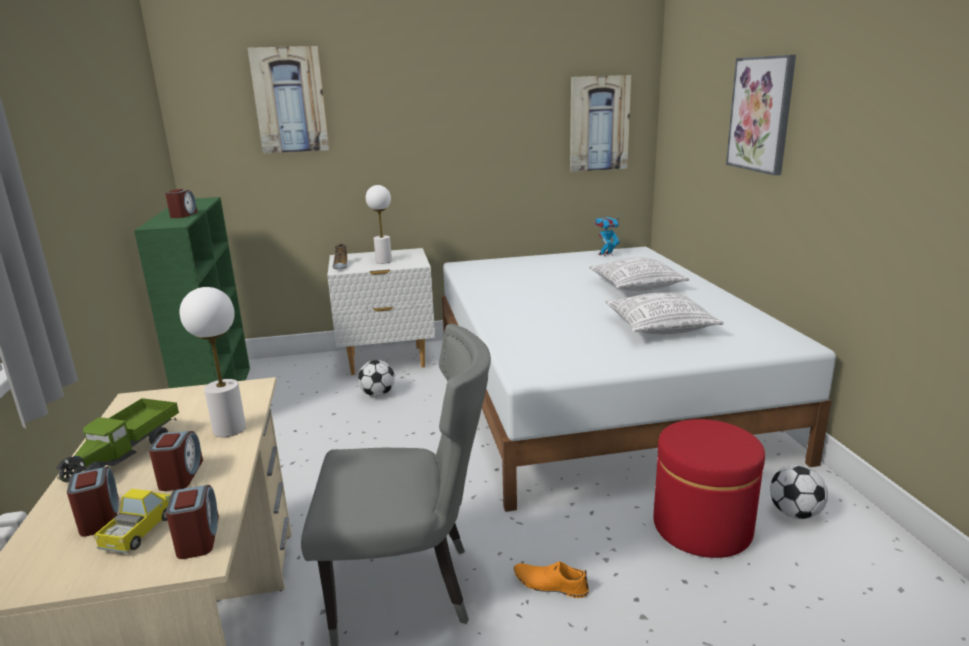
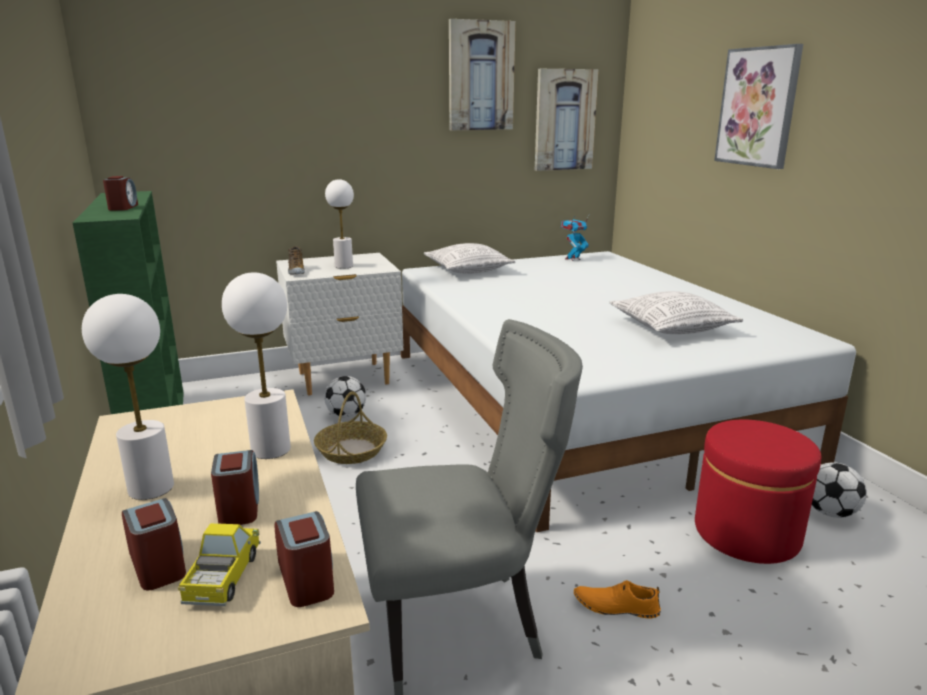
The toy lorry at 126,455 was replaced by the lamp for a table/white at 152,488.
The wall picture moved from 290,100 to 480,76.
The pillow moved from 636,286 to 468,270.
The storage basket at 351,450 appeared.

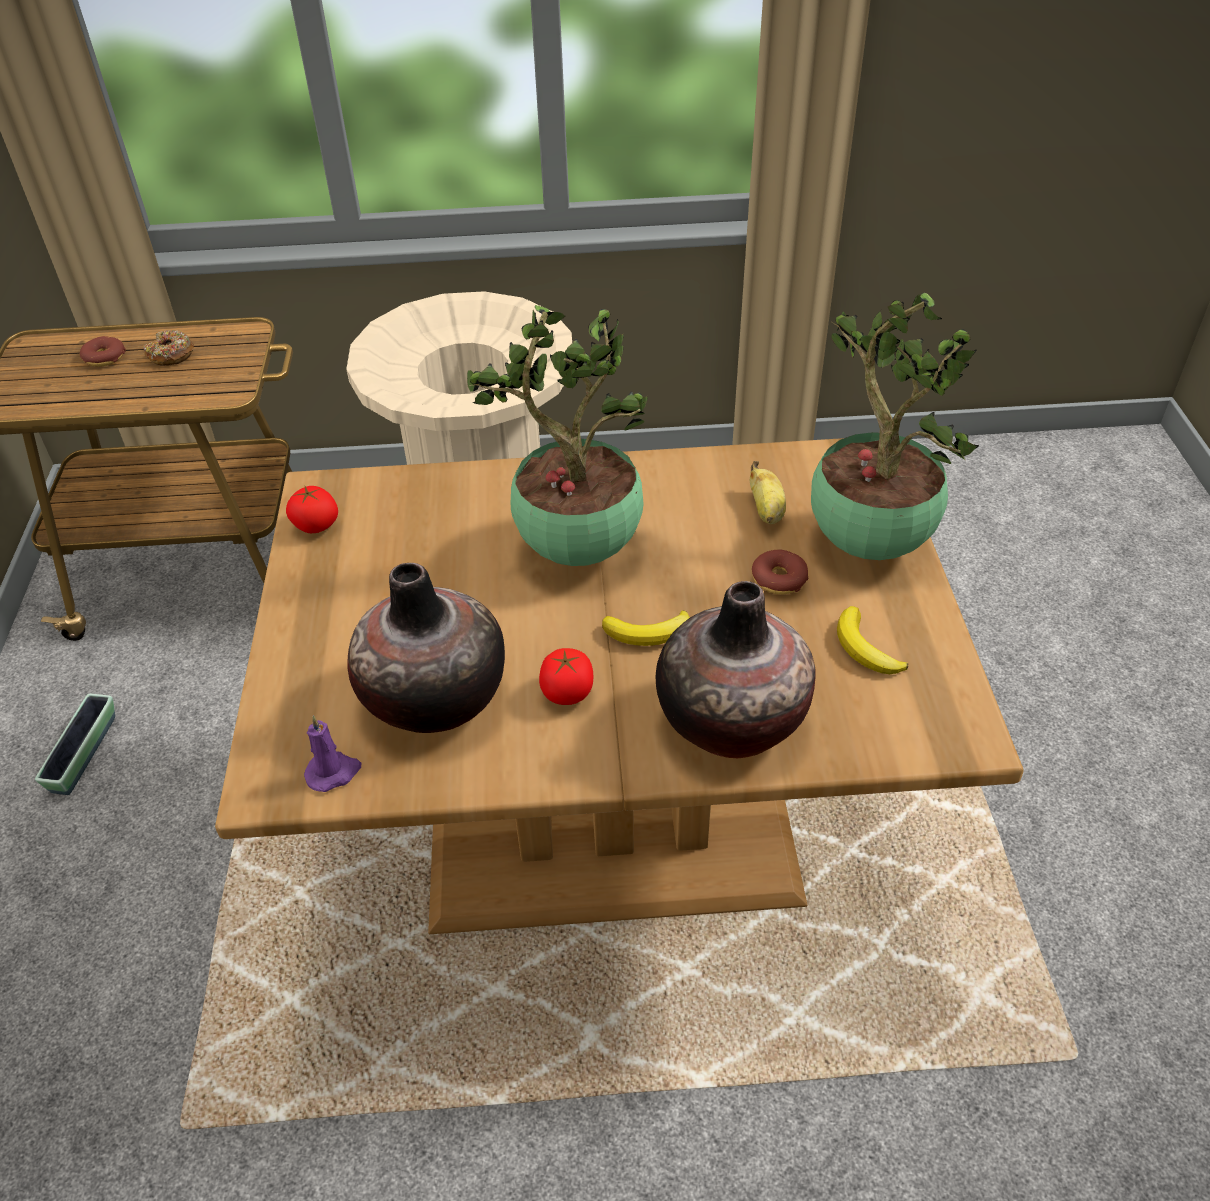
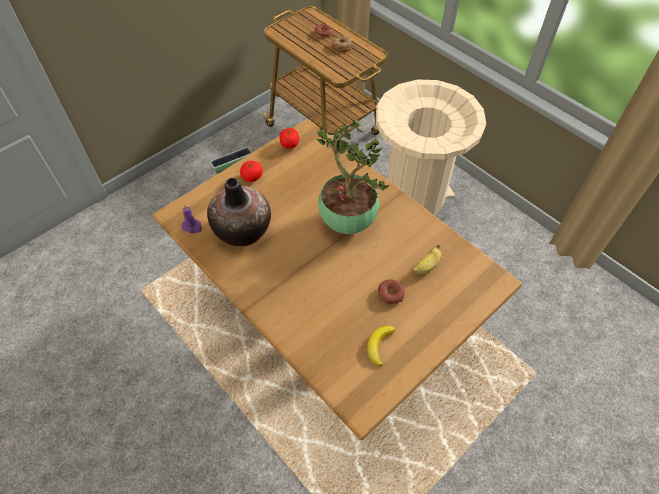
The whole tomato moved from 567,692 to 252,177.
The banana fruit at 648,632 disappeared.
The decorative vase at 732,719 disappeared.
The plant in a pot at 866,541 disappeared.

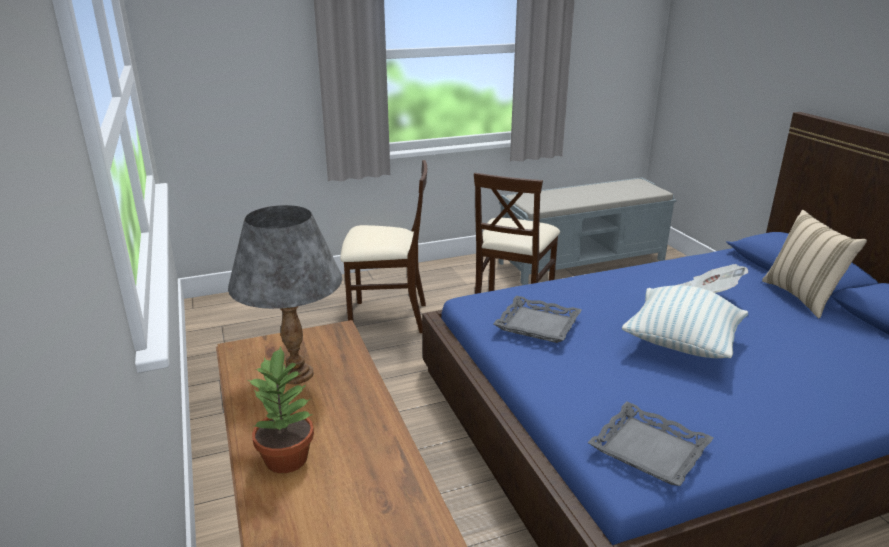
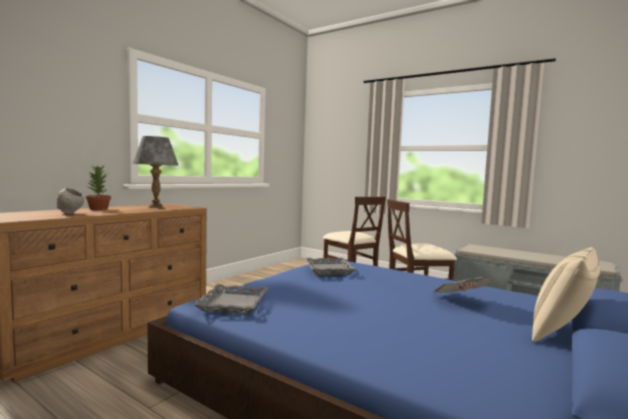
The pillow at 681,345 disappeared.
The bowl/grey at 70,213 appeared.

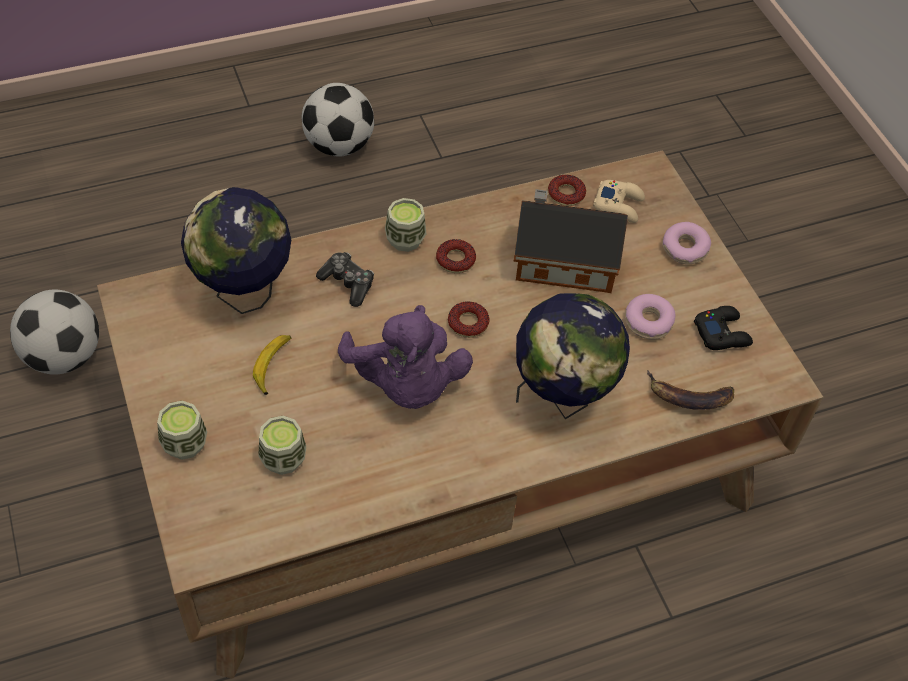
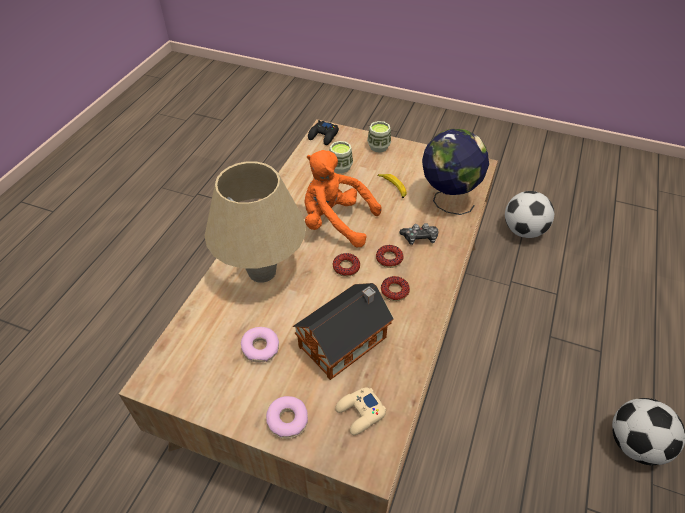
The plush toy/purple-coloured at 405,384 became the plush toy/orange at 335,222.
The small cup at 405,239 disappeared.
The globe at 562,399 was replaced by the lamp for a table/sand-coloured at 262,272.
The doughnut moved from 566,194 to 389,259.
The banana fruit at 688,397 disappeared.
The gamepad/black-coloured moved from 722,333 to 323,136.

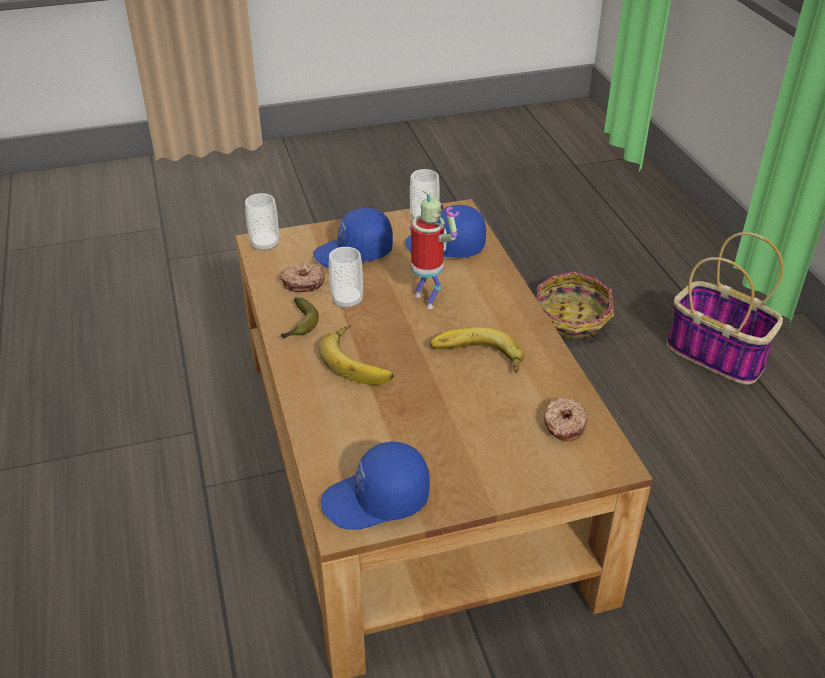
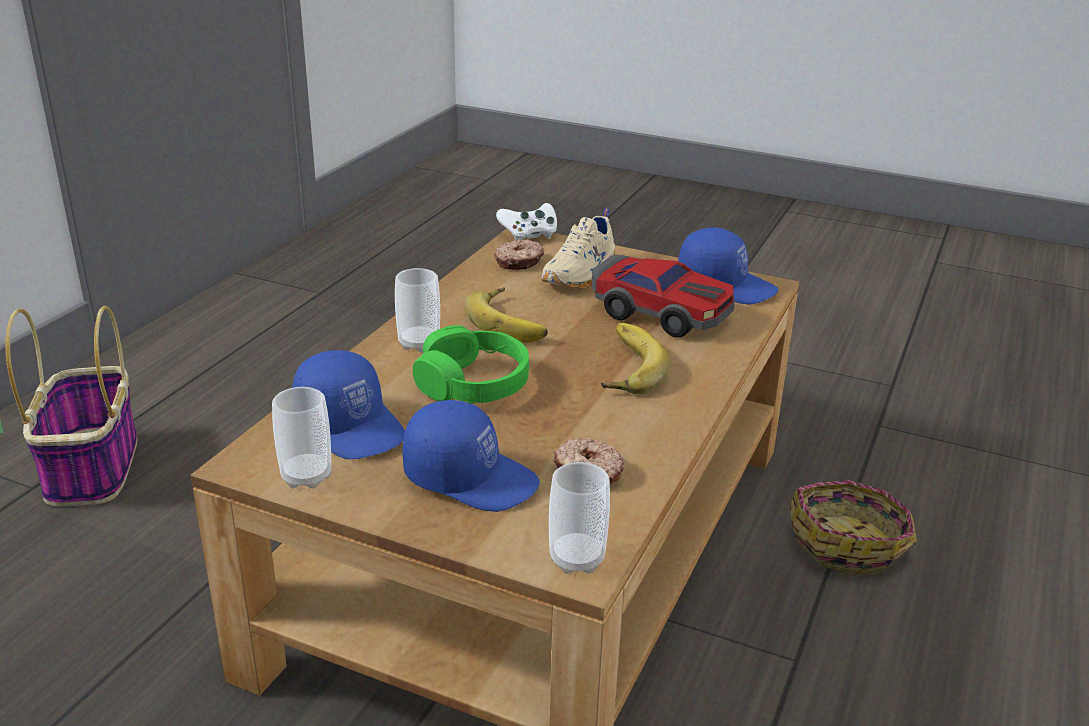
The banana fruit at 299,325 disappeared.
The small cup moved from 347,301 to 419,343.
The model robot at 428,300 was replaced by the pair of headphones/green-coloured at 473,383.
The storage basket moved from 572,320 to 848,542.
The gamepad/white at 529,236 appeared.
The low shoe/sand-coloured at 581,275 appeared.
The miniature car at 661,312 appeared.

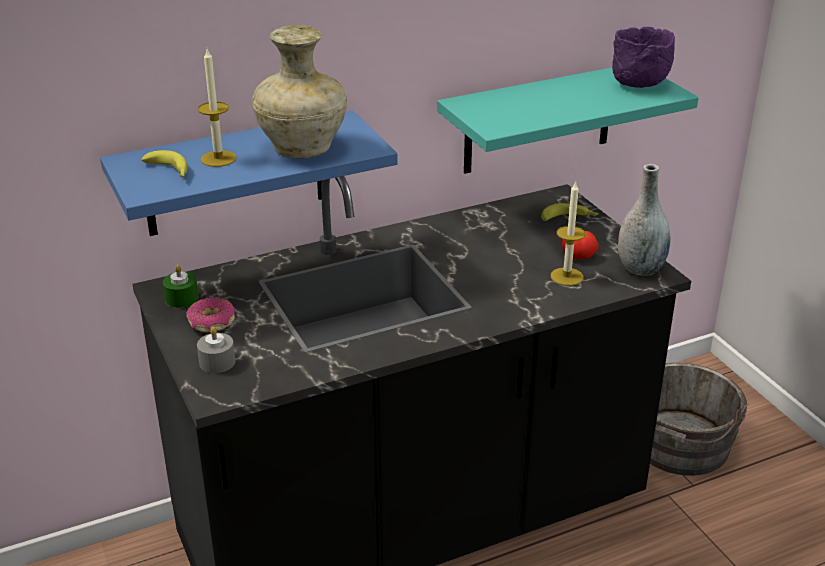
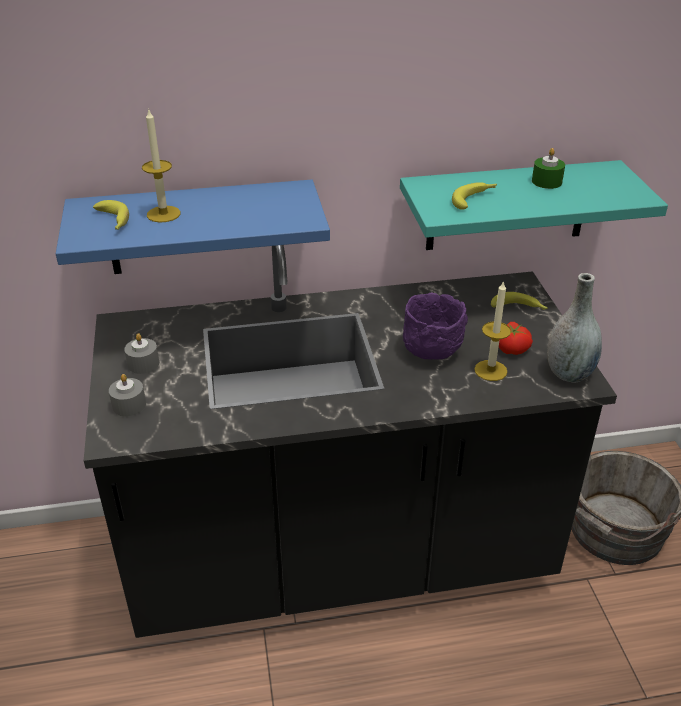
The candle/green-coloured moved from 182,298 to 546,181.
The doughnut at 211,322 was replaced by the candle/grey at 143,364.
The decorative vase/sand-coloured at 303,150 disappeared.
The bowl/purple-coloured moved from 639,86 to 431,354.
The banana fruit at 474,199 appeared.

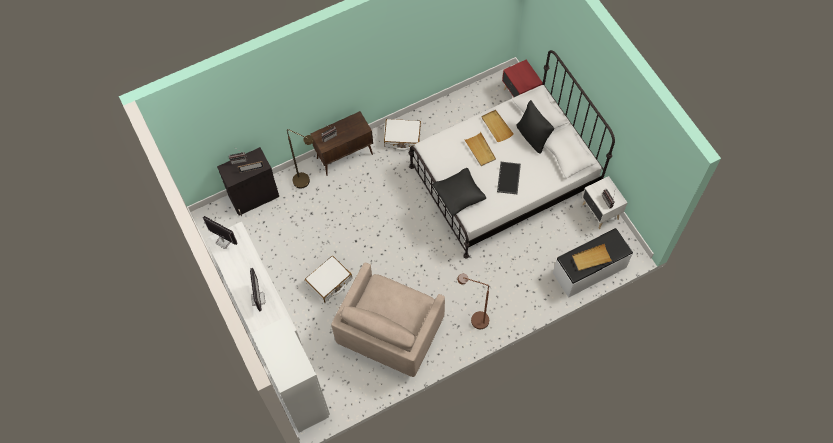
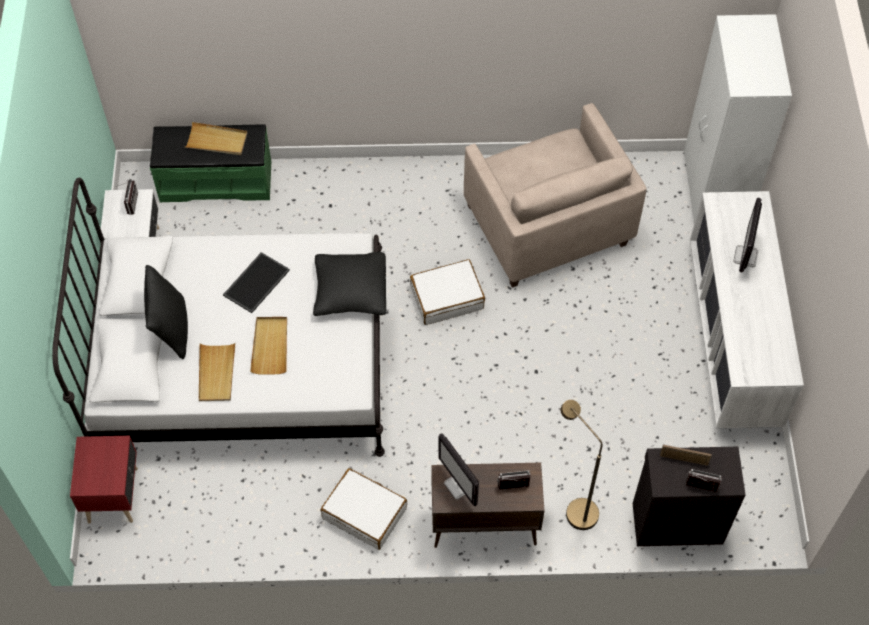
The computer display moved from 223,241 to 460,485.
The travel case/white moved from 329,281 to 447,297.
The lounge chair/sand-coloured at 390,331 turned 105 degrees clockwise.
The standard lamp/brown at 474,320 disappeared.
The indoor bench/white at 589,270 became the indoor bench/green-coloured at 216,181.

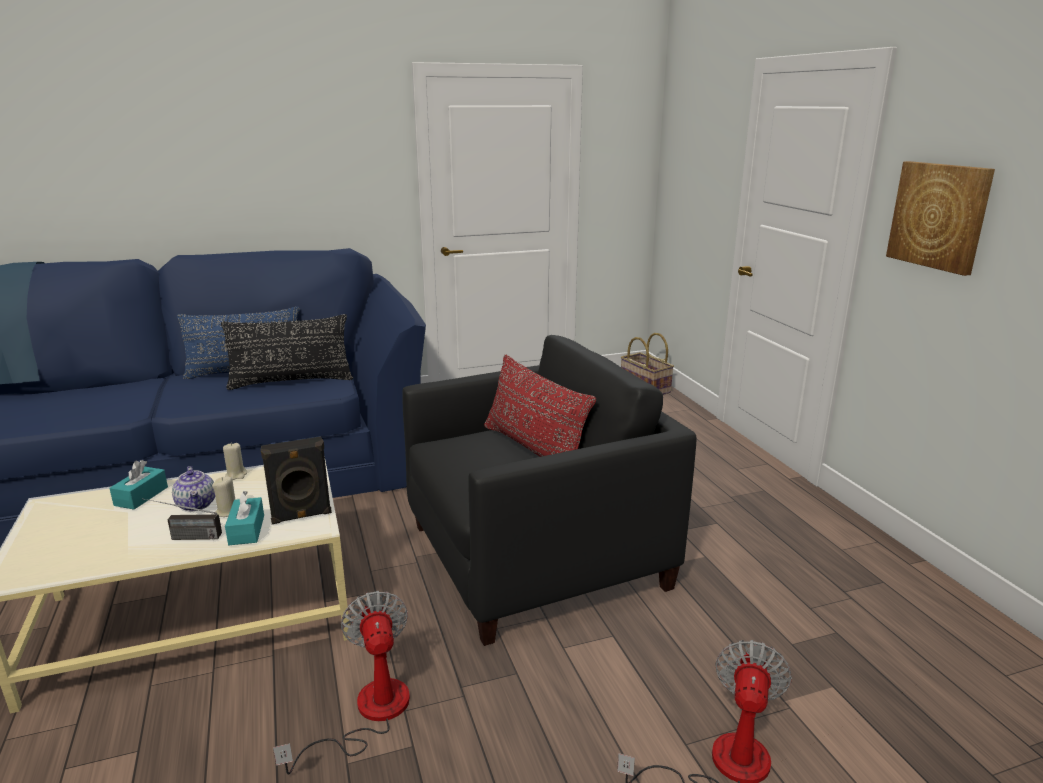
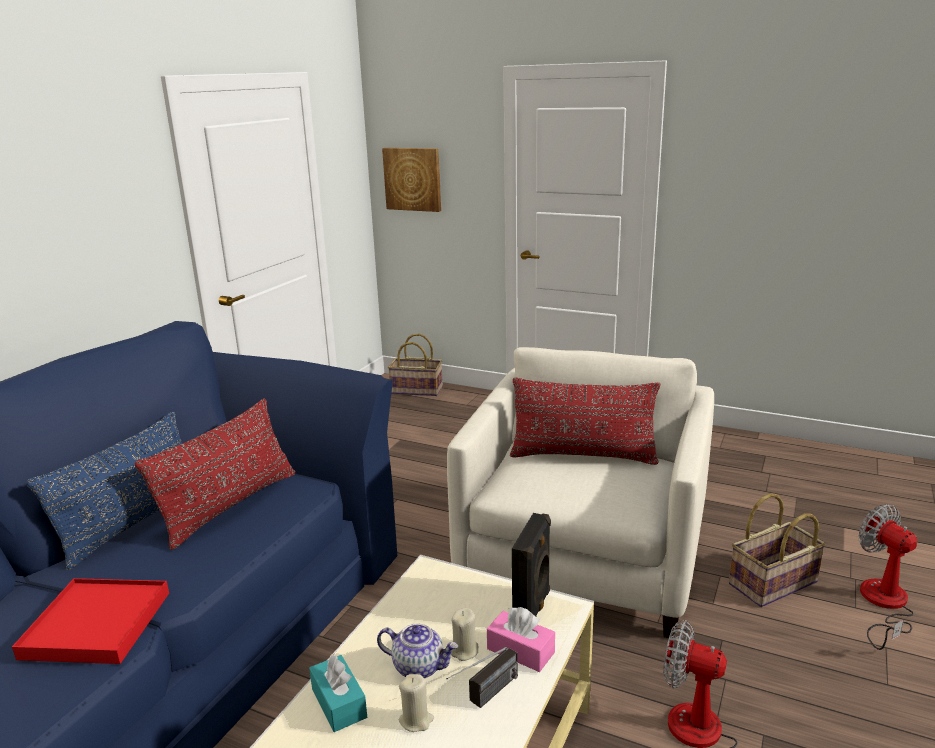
The pillow/black-coloured at 291,382 became the pillow/red-coloured at 229,506.
The candle/sand-coloured moved from 236,475 to 416,720.
The tissue holder/turquoise-coloured at 246,530 became the tissue holder/pinkish at 520,651.
The lounge chair/black-coloured at 535,556 became the lounge chair/sand-coloured at 584,557.
The wall picture moved from 939,216 to 413,179.
The serving tray/red-coloured at 97,624 appeared.
The storage basket at 773,584 appeared.

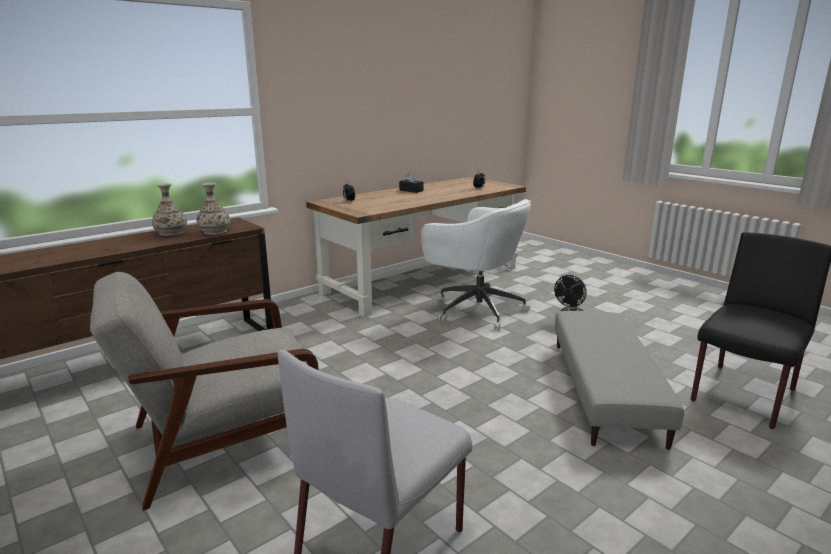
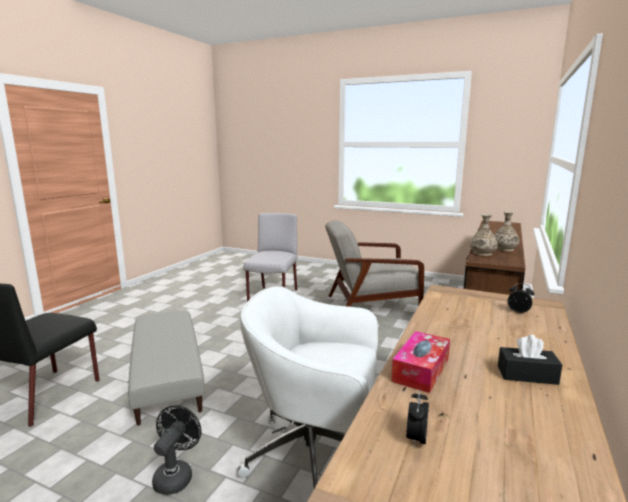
The lounge chair/grey at 224,440 turned 135 degrees counterclockwise.
The tissue holder at 421,370 appeared.

